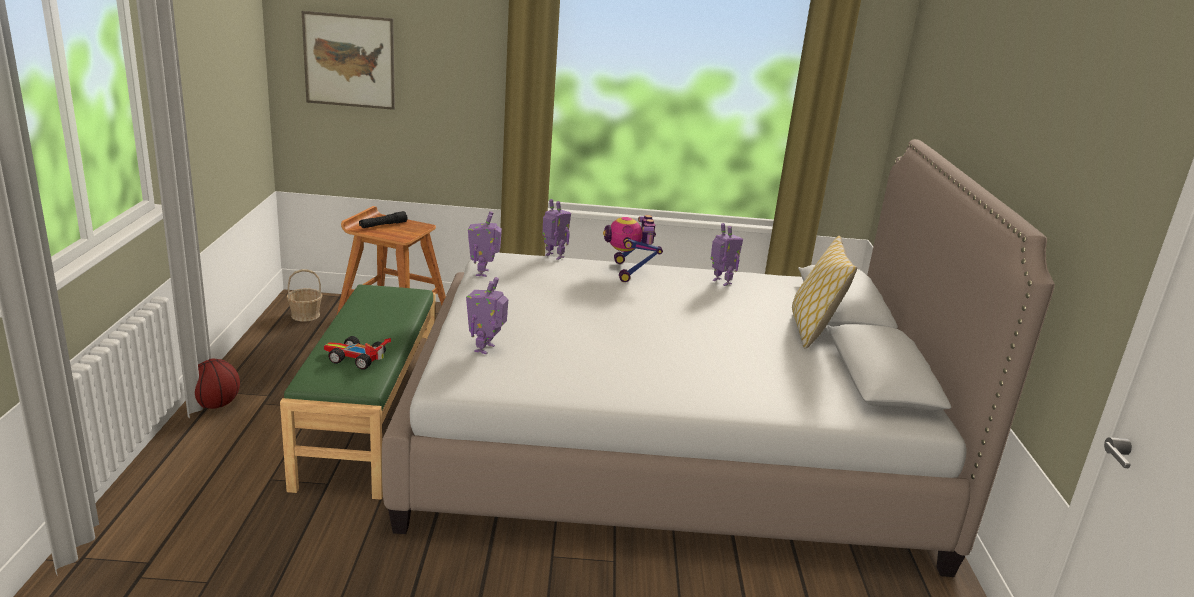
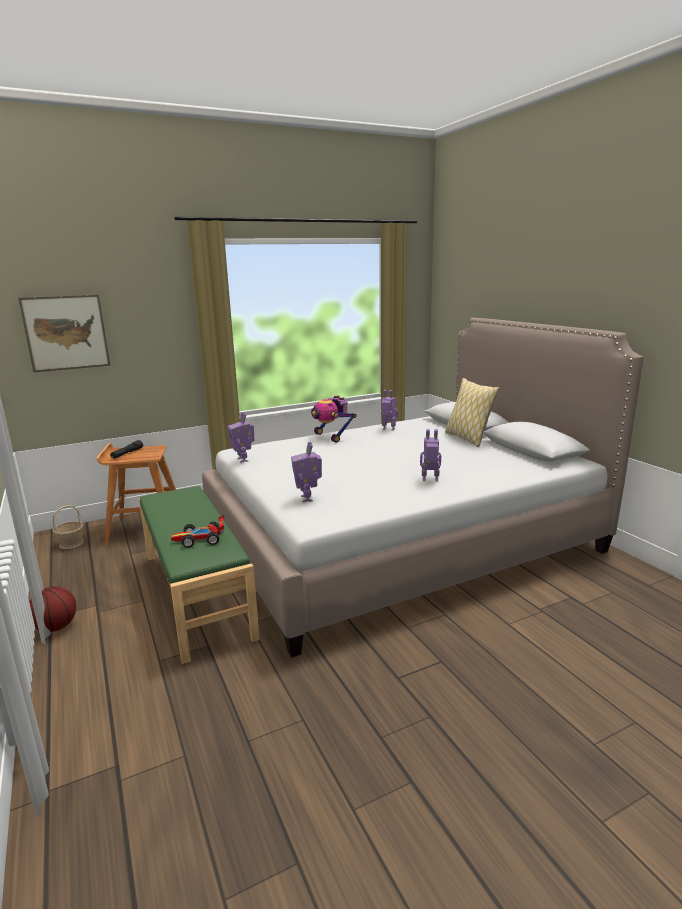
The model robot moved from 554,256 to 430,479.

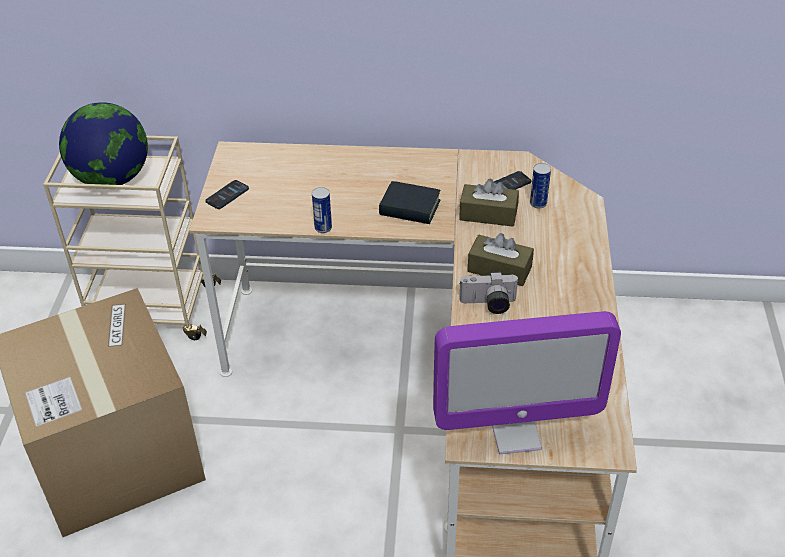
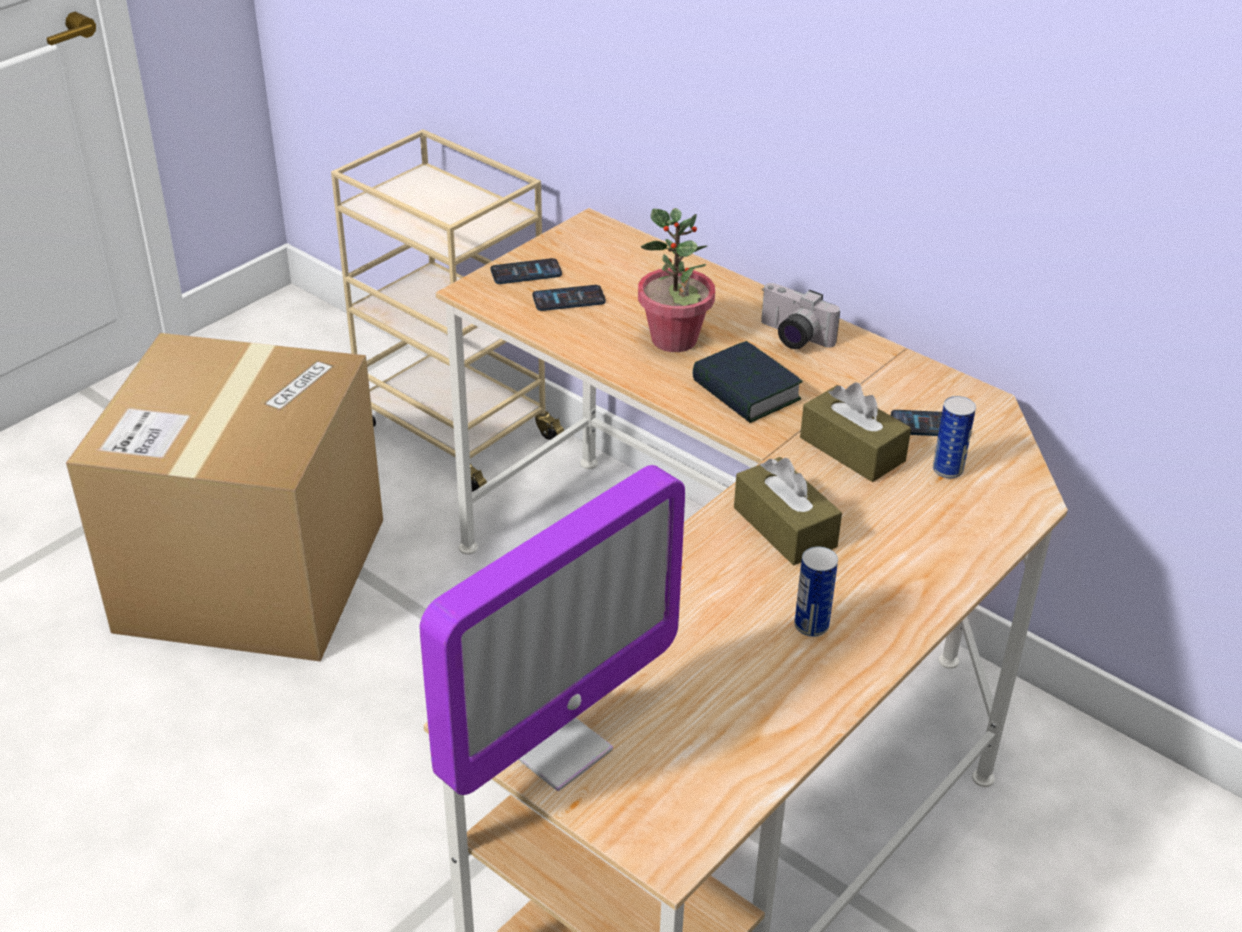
The globe at 112,179 disappeared.
The metal can moved from 323,228 to 811,625.
The computer display at 515,433 turned 75 degrees counterclockwise.
The still camera moved from 488,305 to 792,337.
The phone at 568,299 appeared.
The plant in a pot at 674,340 appeared.

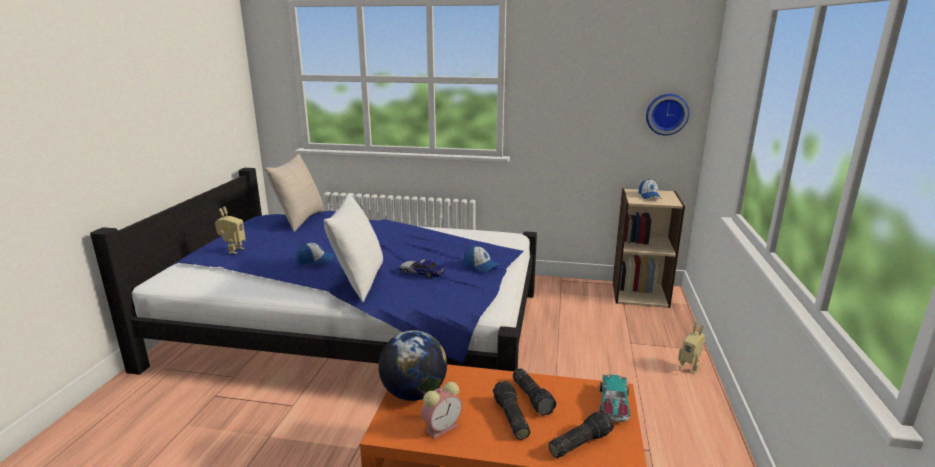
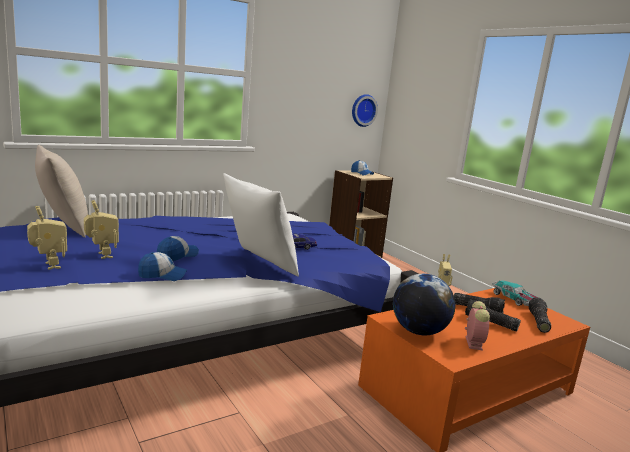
The baseball cap moved from 480,266 to 162,275.
The model robot at 101,255 appeared.

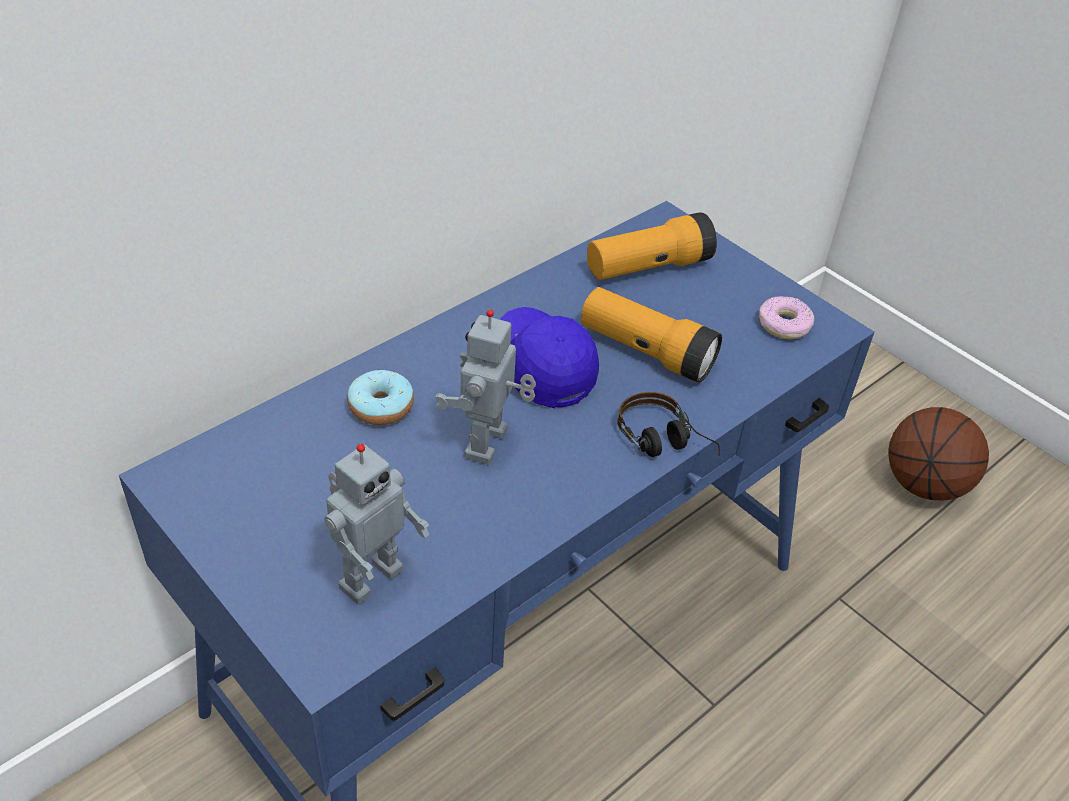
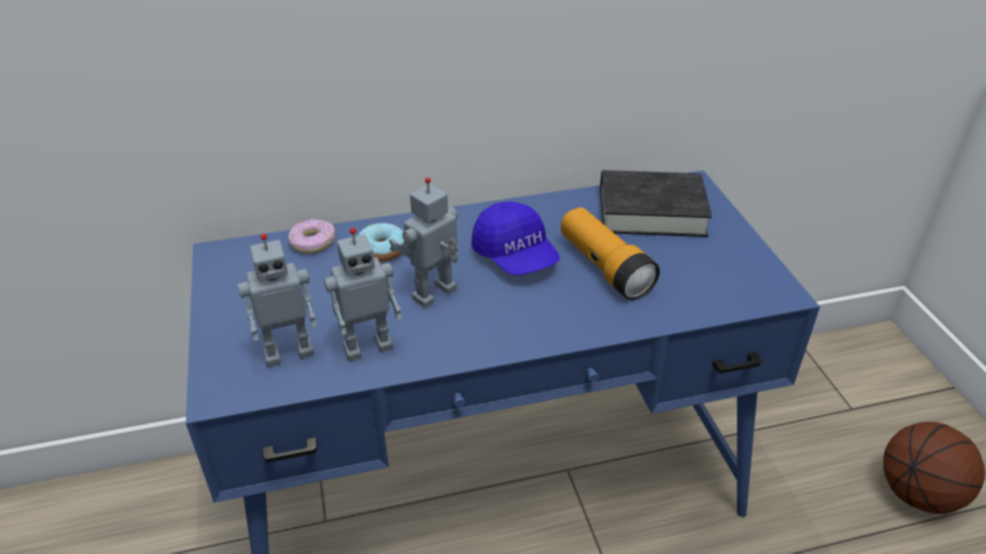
The baseball cap/bluish at 543,367 turned 150 degrees clockwise.
The hand torch at 648,267 was replaced by the book/black-coloured at 651,211.
The pair of headphones at 665,445 disappeared.
The doughnut moved from 783,324 to 312,242.
The model robot at 367,346 appeared.

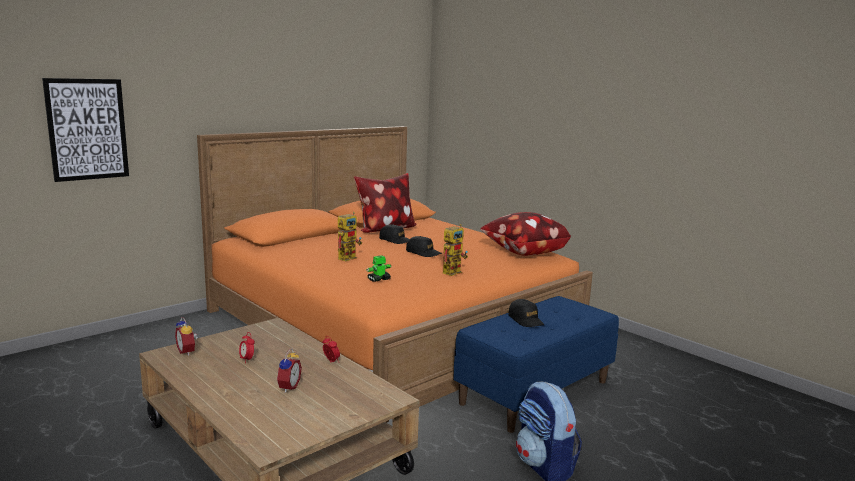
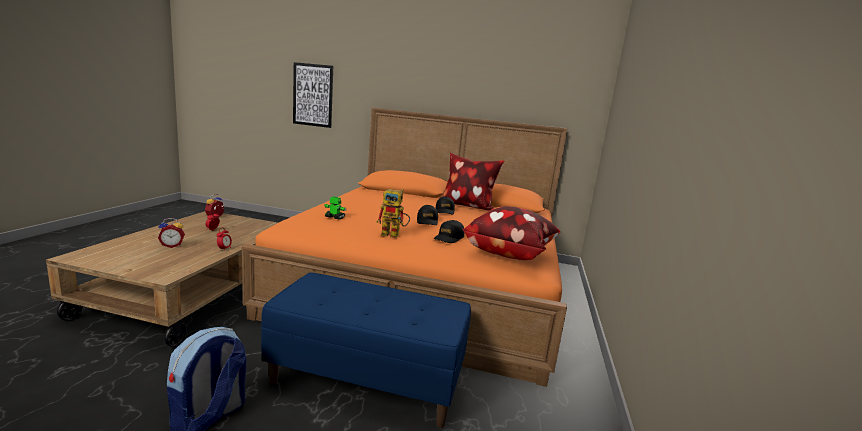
The model robot at 349,257 disappeared.
The baseball cap/black-coloured moved from 525,320 to 449,238.

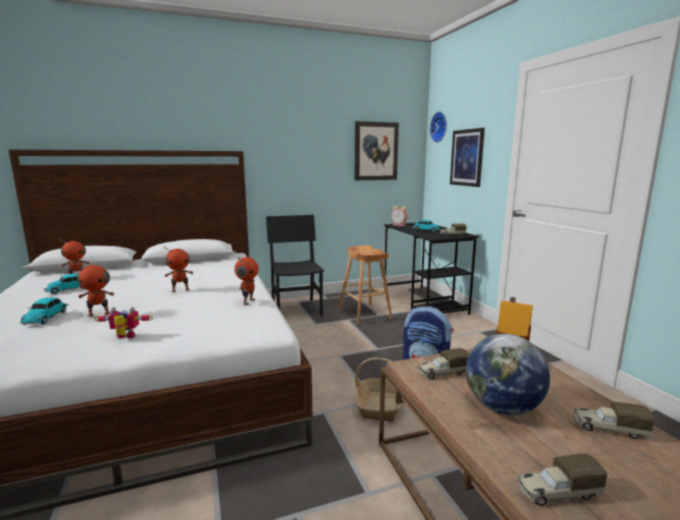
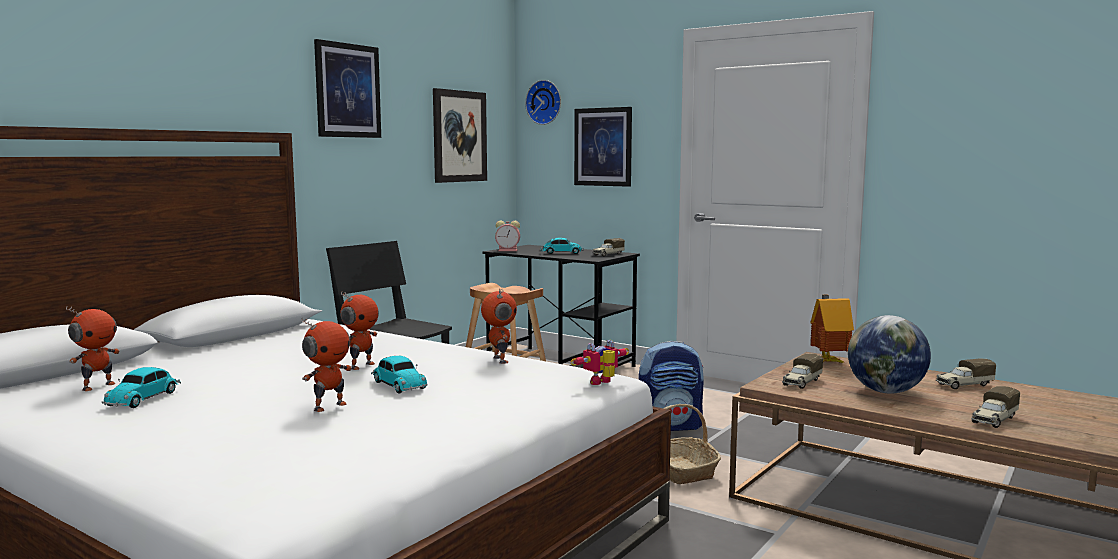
The miniature car moved from 47,317 to 398,385.
The model robot moved from 124,338 to 603,383.
The wall picture at 347,90 appeared.

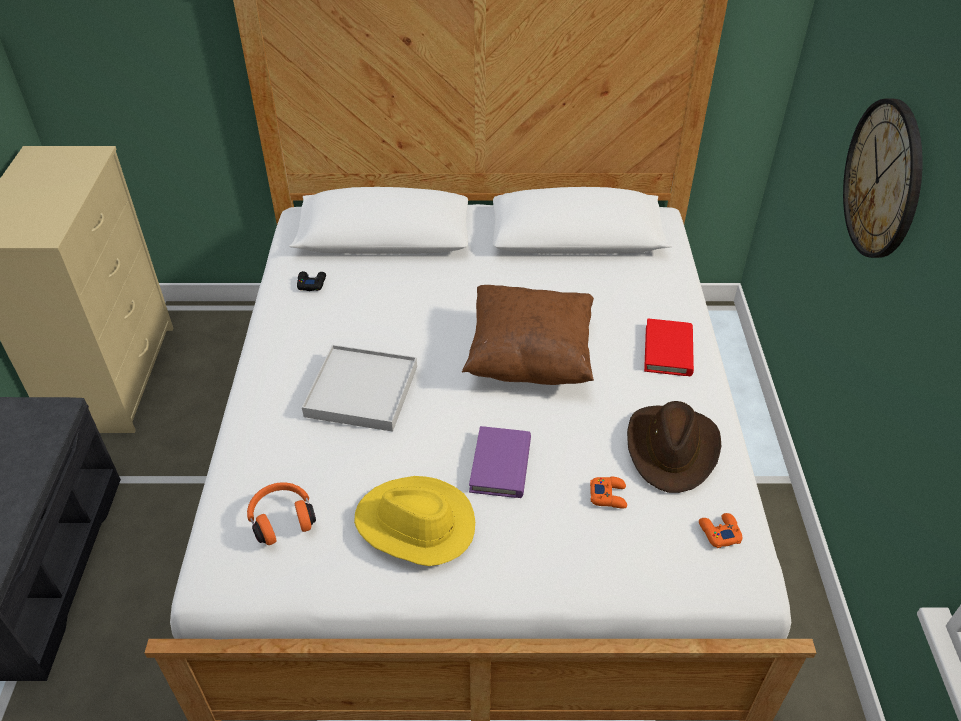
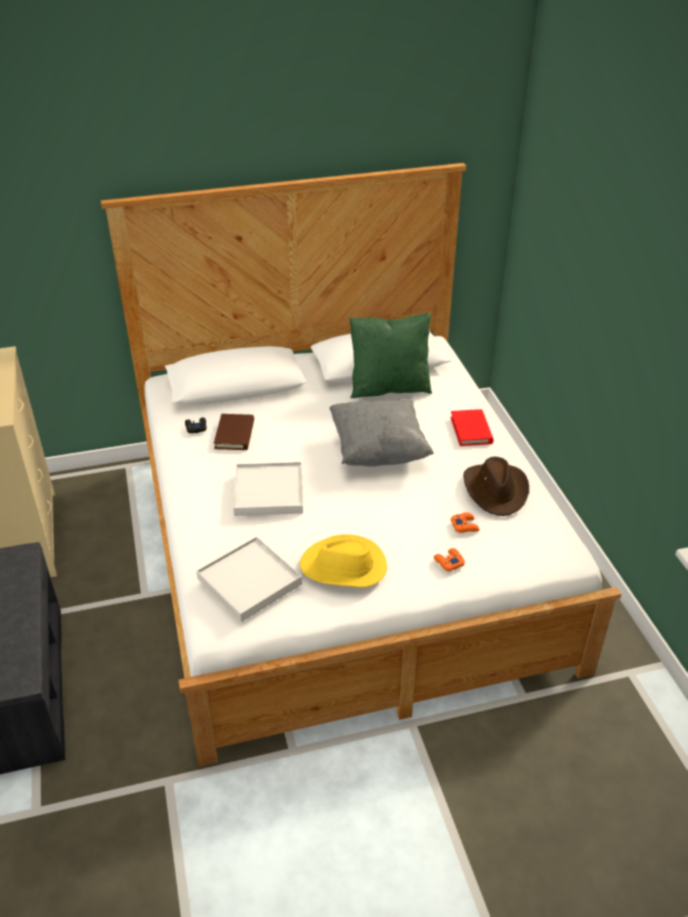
The pair of headphones/orange at 281,519 was replaced by the serving tray/white at 249,581.
The pillow/brown at 530,358 became the pillow/grey at 378,451.
The book/purple-coloured at 500,465 disappeared.
The gamepad/orange moved from 719,532 to 448,562.
The wall clock at 883,179 disappeared.
The book/brown at 234,434 appeared.
The pillow/green-coloured at 389,387 appeared.

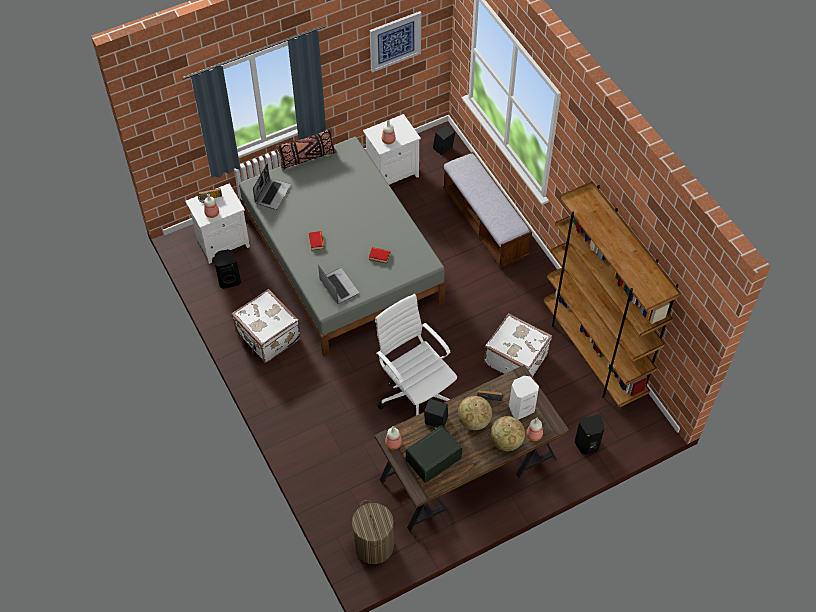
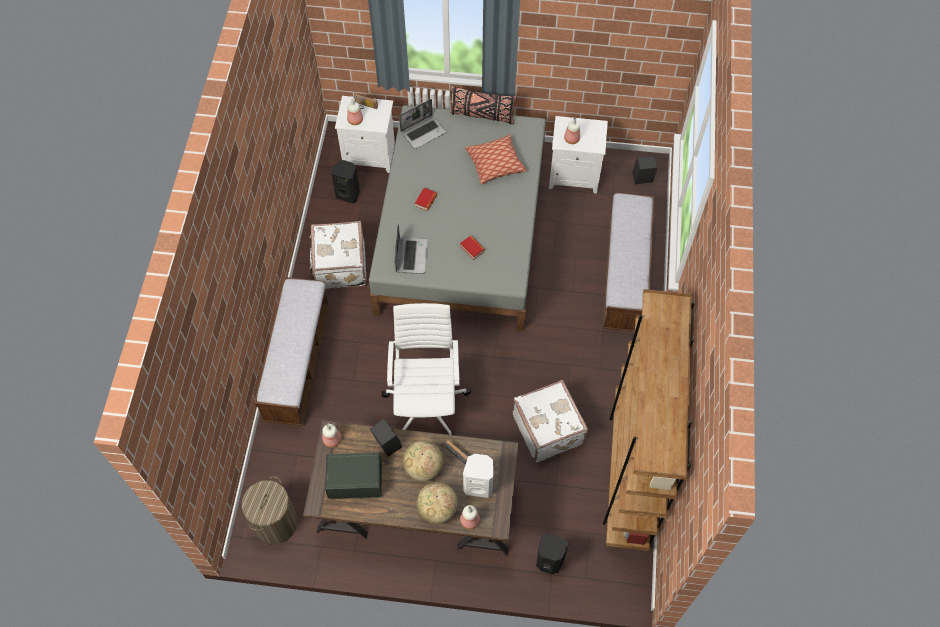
The wall picture at 395,41 disappeared.
The indoor bench at 297,362 appeared.
The pillow at 495,164 appeared.

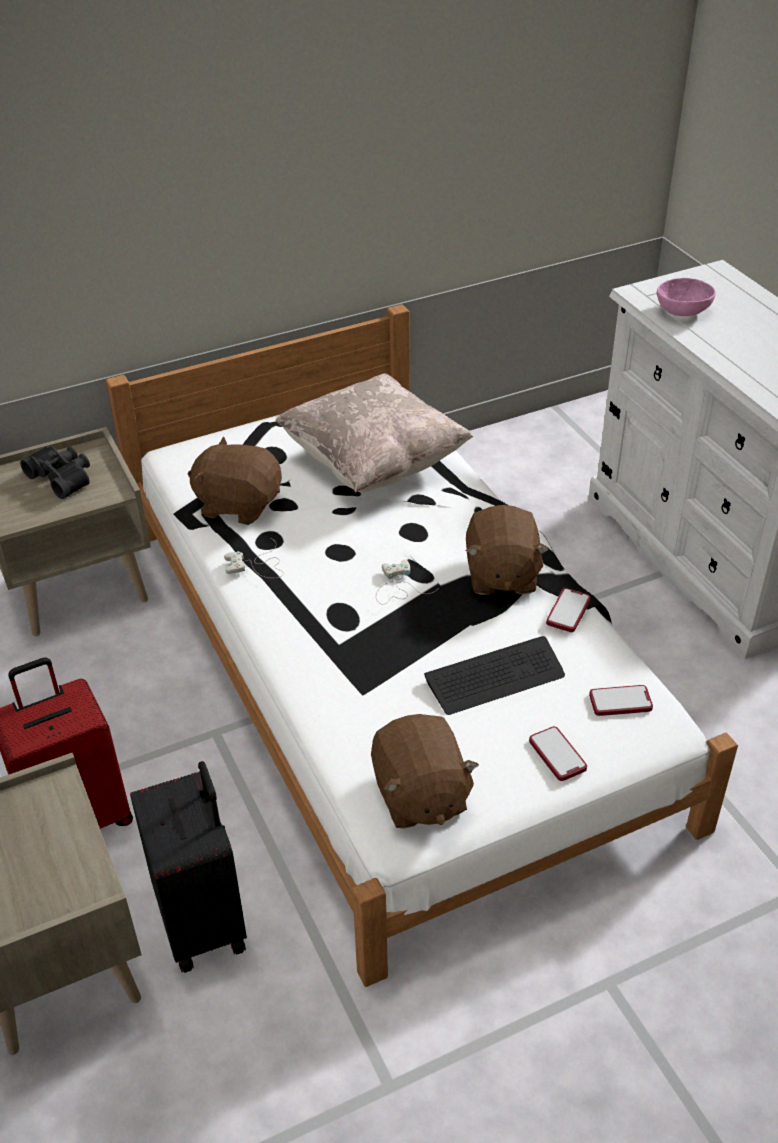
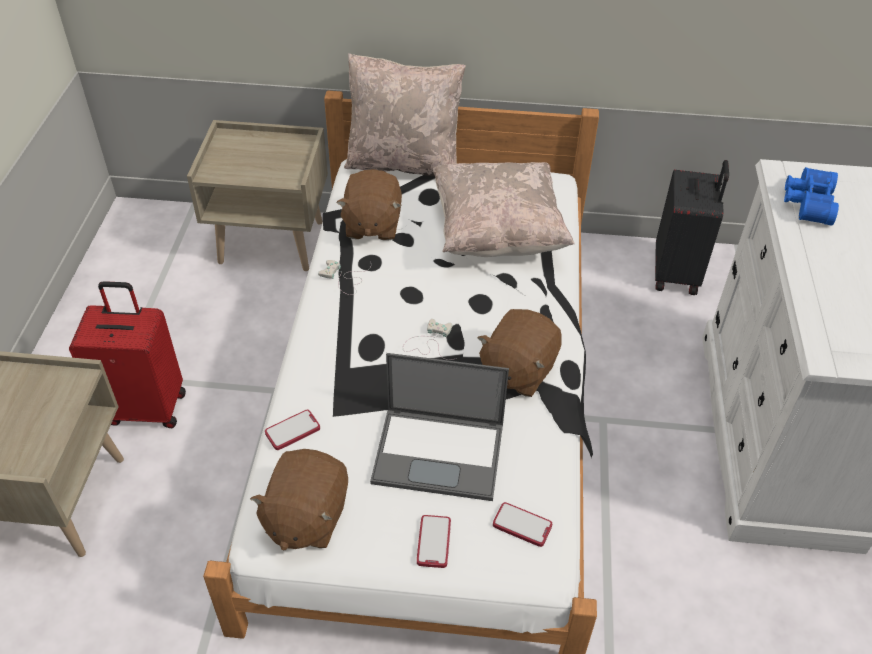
The pair of binoculars/black-coloured at 63,477 disappeared.
The travel case/black-coloured moved from 204,921 to 677,273.
The plush toy/brown at 238,504 turned 135 degrees counterclockwise.
The computer keyboard at 495,677 was replaced by the portable computer at 440,453.
The phone moved from 568,611 to 292,431.
The bowl/pinkish at 681,310 was replaced by the pair of binoculars/bluish at 806,203.
The pillow/sand-coloured at 404,163 appeared.

